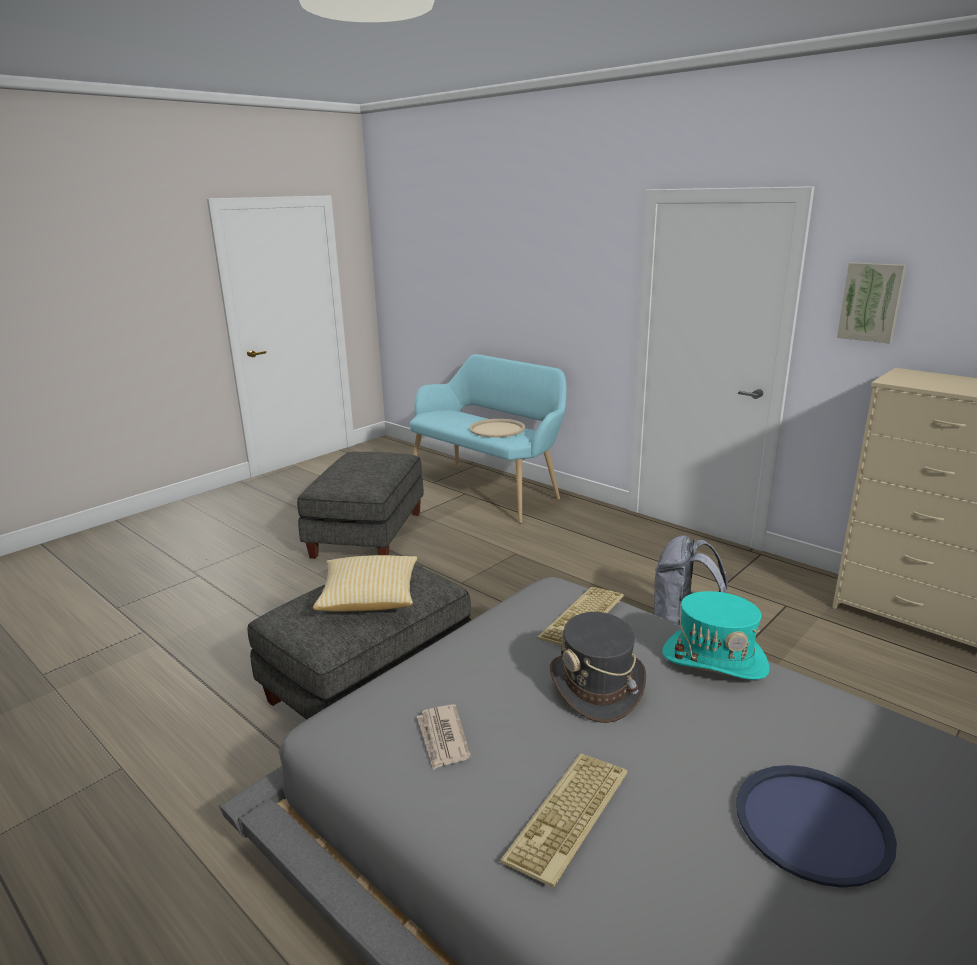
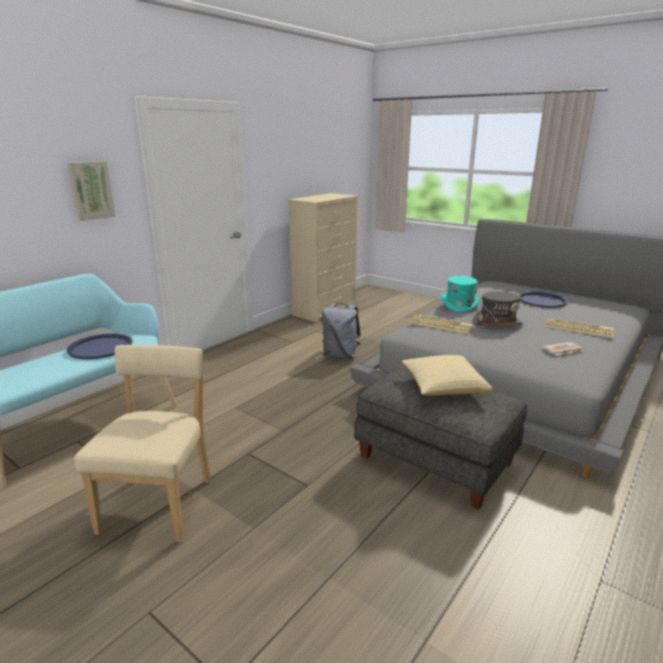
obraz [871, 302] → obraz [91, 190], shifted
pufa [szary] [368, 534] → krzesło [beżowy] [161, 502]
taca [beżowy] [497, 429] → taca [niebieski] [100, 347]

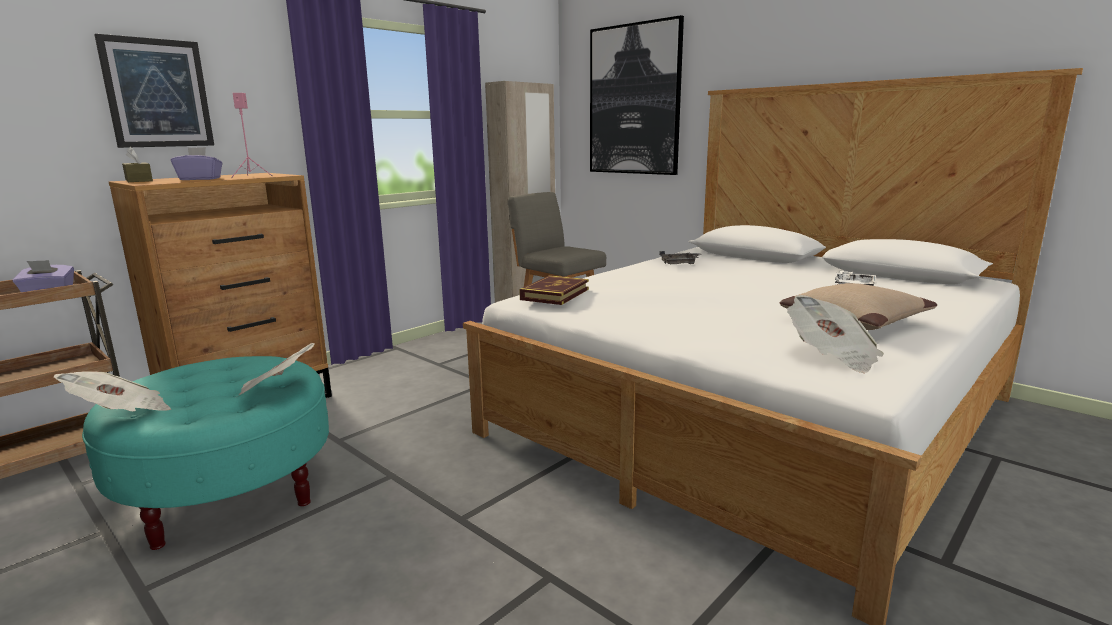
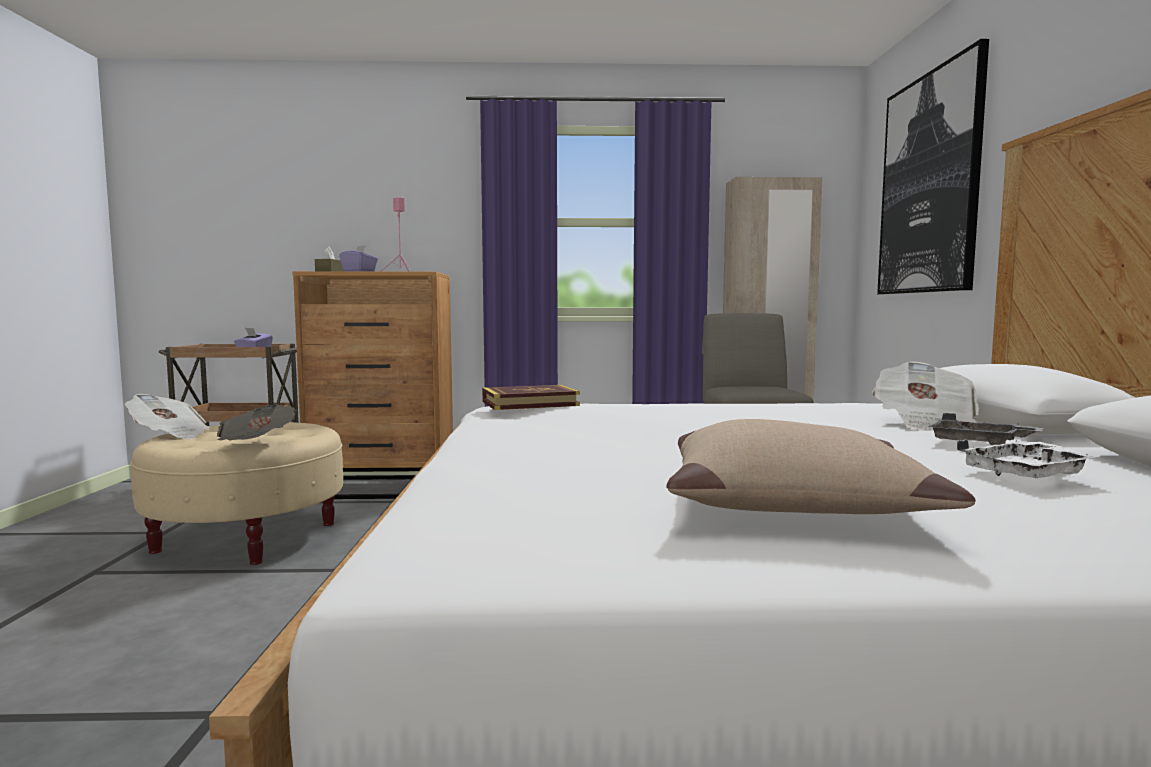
obraz [157, 93] → -
taca [szary] [680, 264] → taca [szary] [978, 443], shifted
gazeta [832, 356] → gazeta [923, 423], shifted
pufa [turkusowy] [228, 492] → pufa [beżowy] [247, 537]

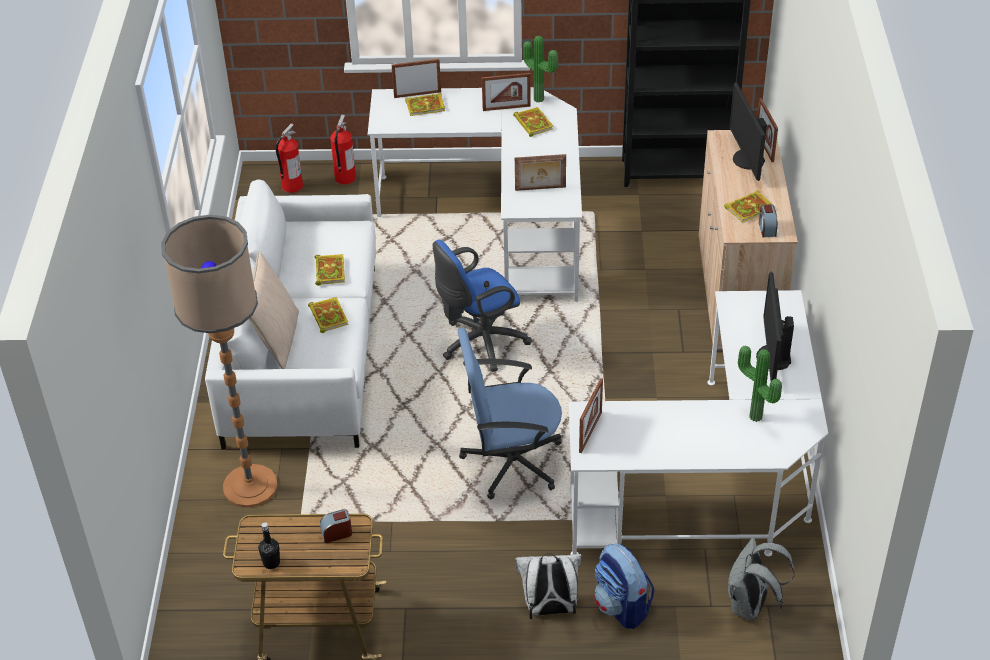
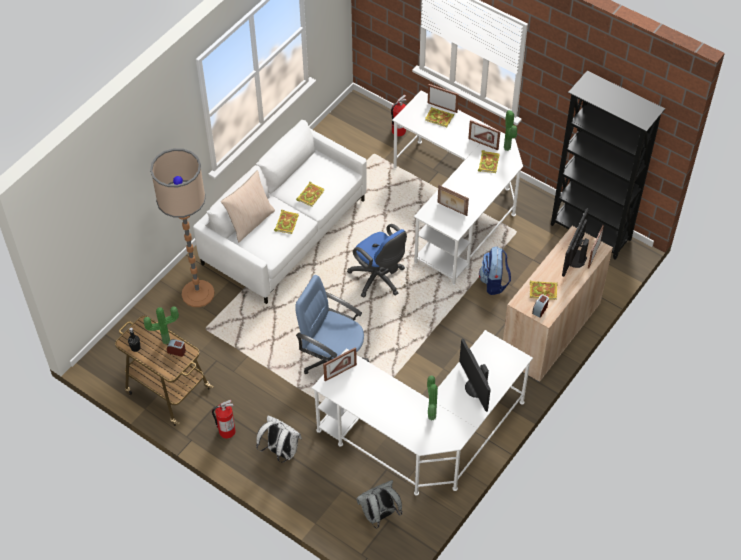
- → roślina doniczkowa [165, 340]
gaśnica [291, 186] → gaśnica [226, 431], shifted
plecak [622, 607] → plecak [494, 282], shifted
krzesło biurowe [niebieski] [479, 343] → krzesło biurowe [niebieski] [379, 279], 135 degrees counterclockwise
monitor [772, 357] → monitor [475, 388], 60 degrees counterclockwise

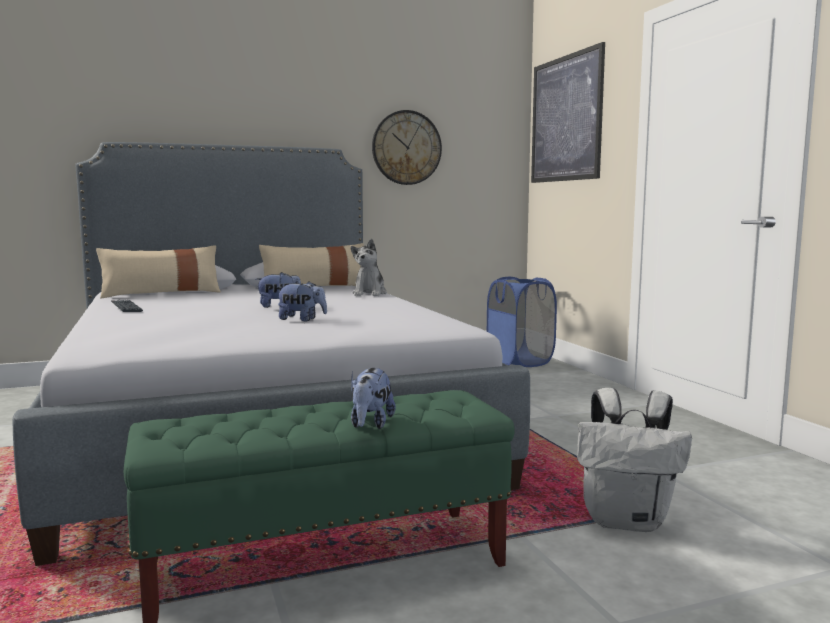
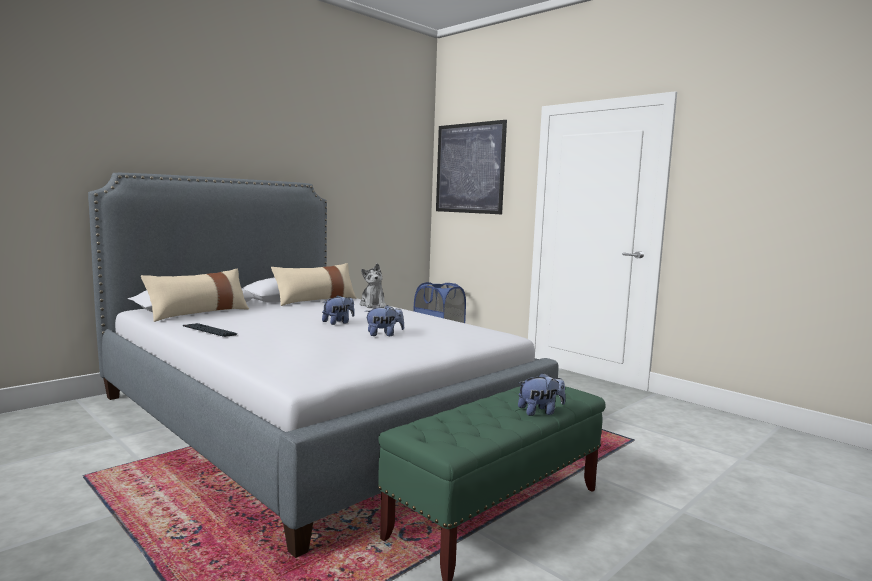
zegar ścienny [406, 148] → -
plecak [biały] [627, 521] → -
pluszak [370, 424] → pluszak [540, 412], 90 degrees counterclockwise

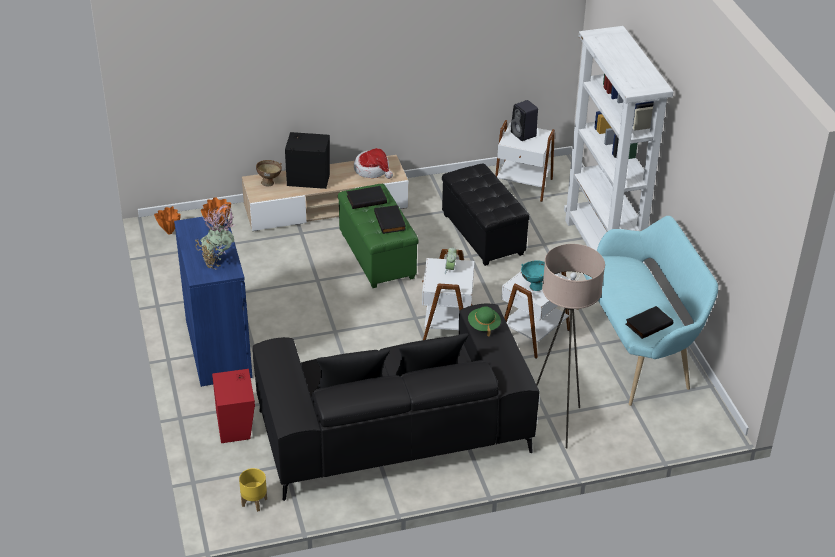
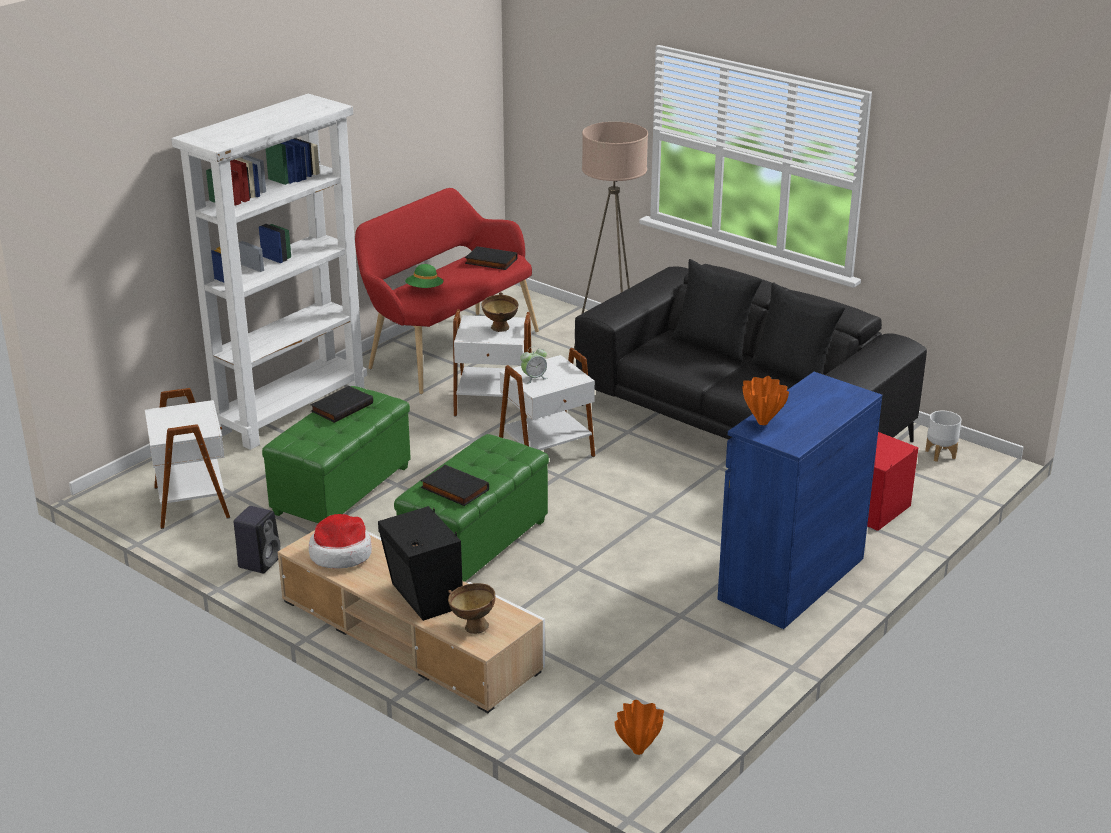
roślina doniczkowa [218, 262] → -
książka [czarny] [391, 221] → książka [czarny] [341, 407], shifted
kapelusz [zielony] [483, 325] → kapelusz [zielony] [424, 289], shifted
głośnik [czarny] [524, 135] → głośnik [czarny] [260, 561], shifted
donica [żółty] [254, 502] → donica [biały] [940, 454]
pufa [czarny] [482, 235] → pufa [zielony] [343, 491]
miska [turkusowy] [533, 286] → miska [brązowy] [500, 329]
ławka [turkusowy] [638, 348] → ławka [czerwony] [447, 348]

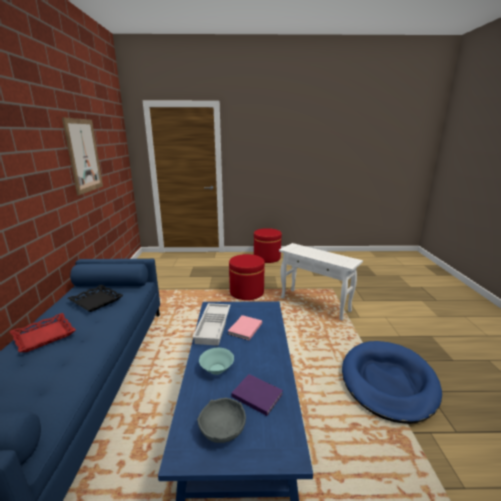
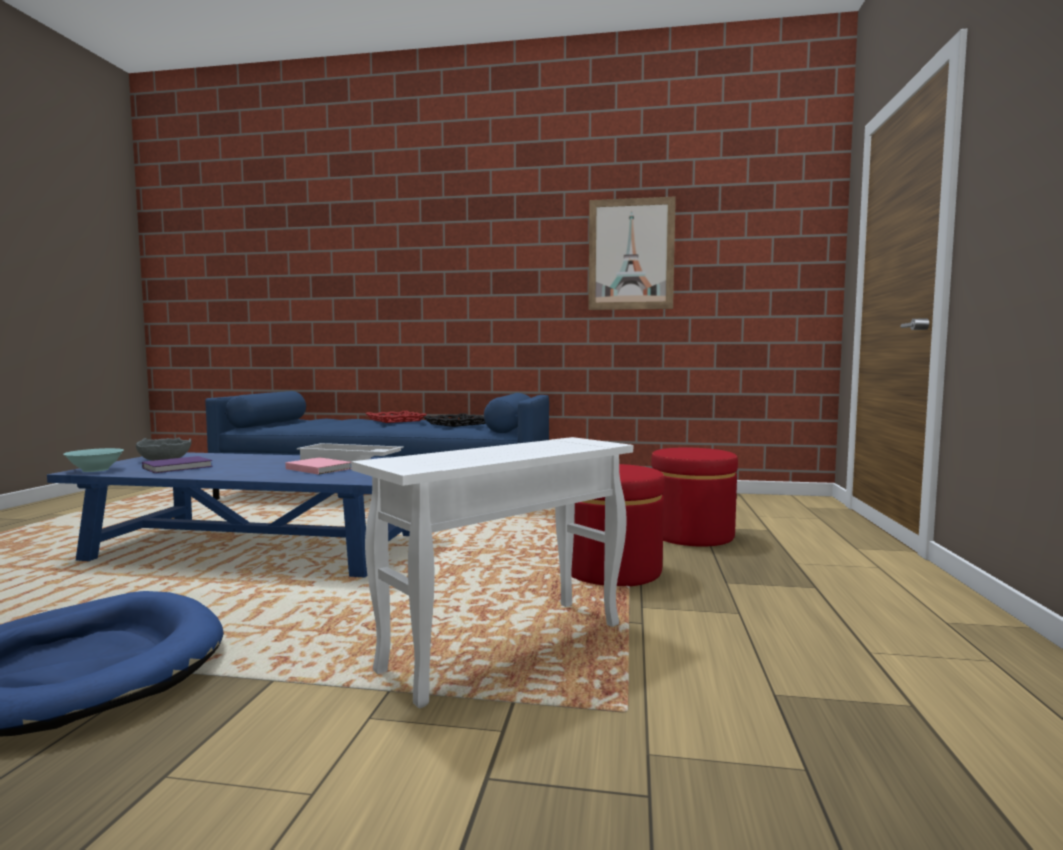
miska [turkusowy] [216, 369] → miska [turkusowy] [96, 470], shifted
pufa [czerwony] [267, 258] → pufa [czerwony] [691, 535], shifted

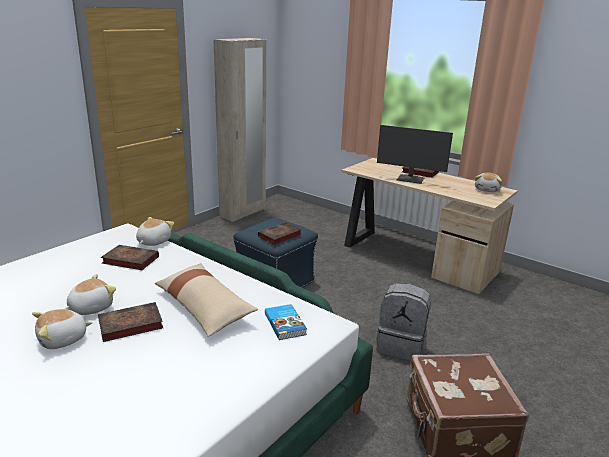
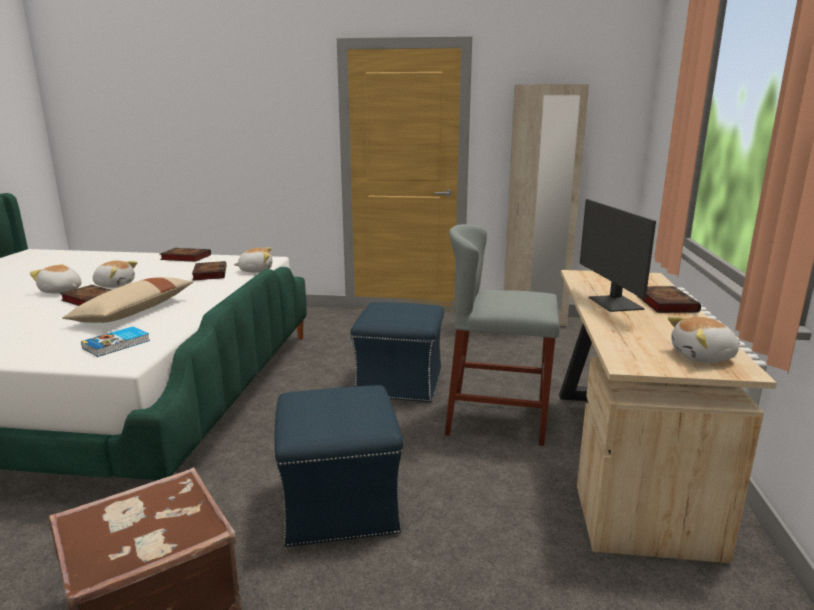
- → stołek [szary] [497, 420]
książka [279, 236] → książka [184, 257], shifted
plecak [szary] [401, 345] → pufa [niebieski] [340, 506]

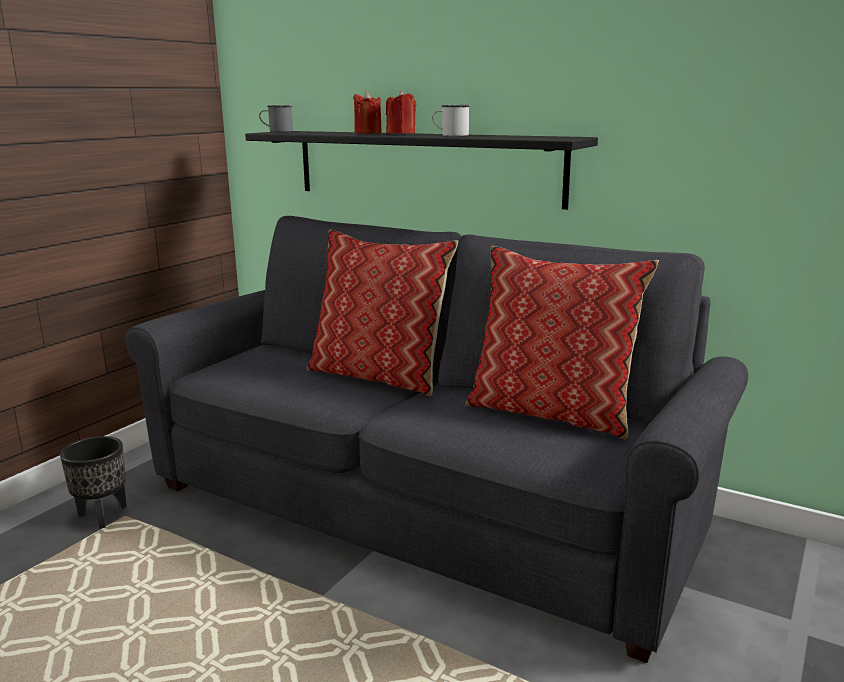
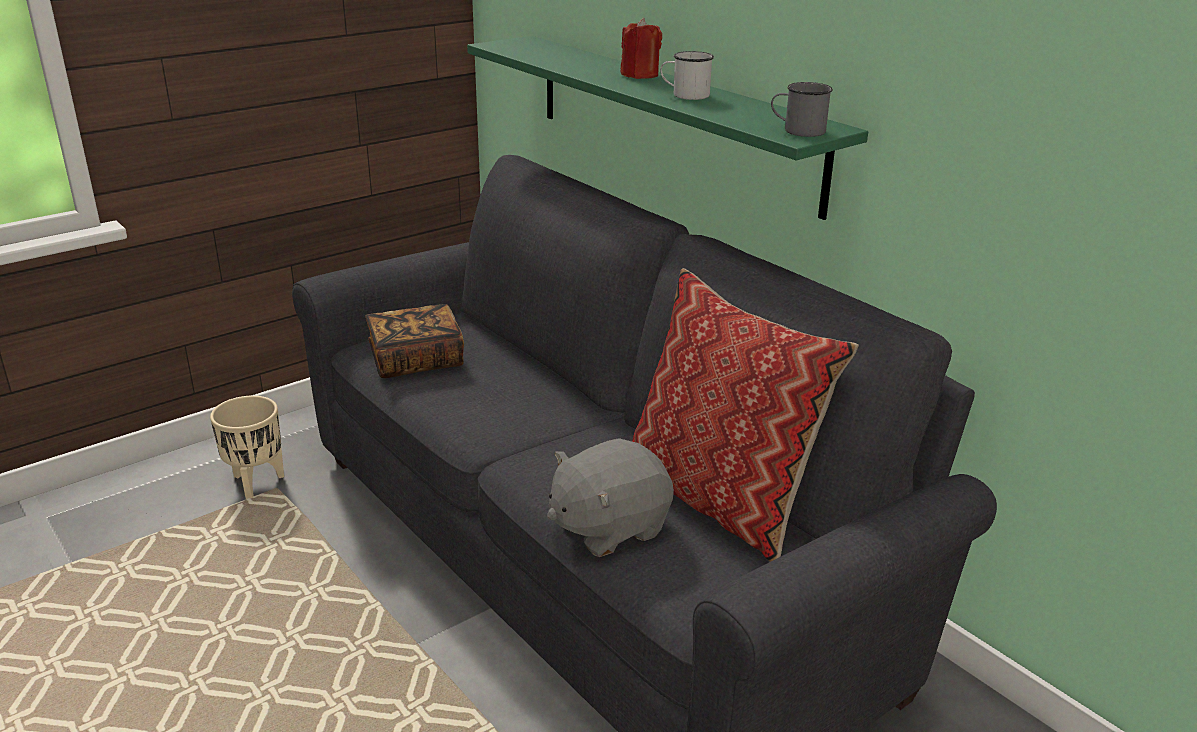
poduszka [380, 375] → -
świeca [czerwony] [368, 133] → -
- → książka [416, 360]
- → pluszak [szary] [608, 527]
kubek [szary] [277, 131] → kubek [szary] [797, 131], shifted
donica [czarny] [103, 516] → donica [beżowy] [257, 483]
półka [czarny] [423, 166] → półka [zielony] [671, 119]

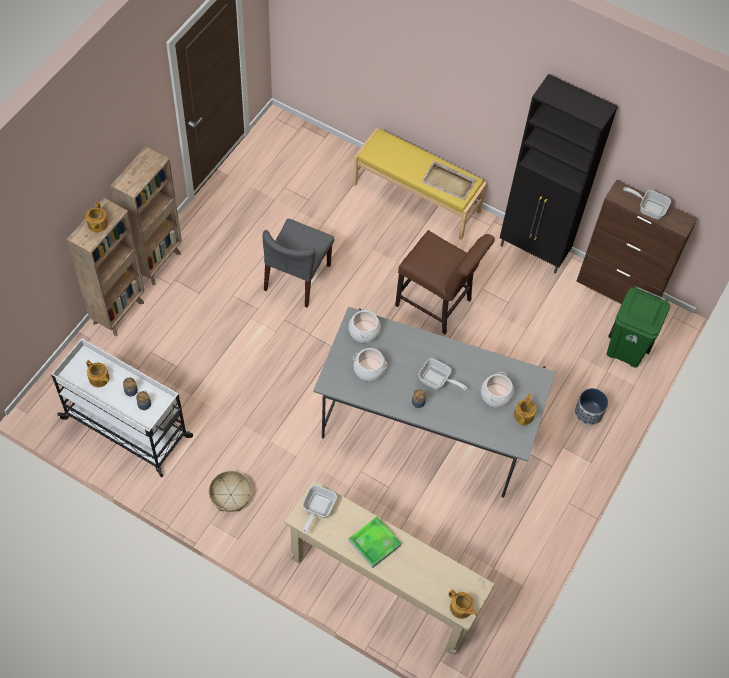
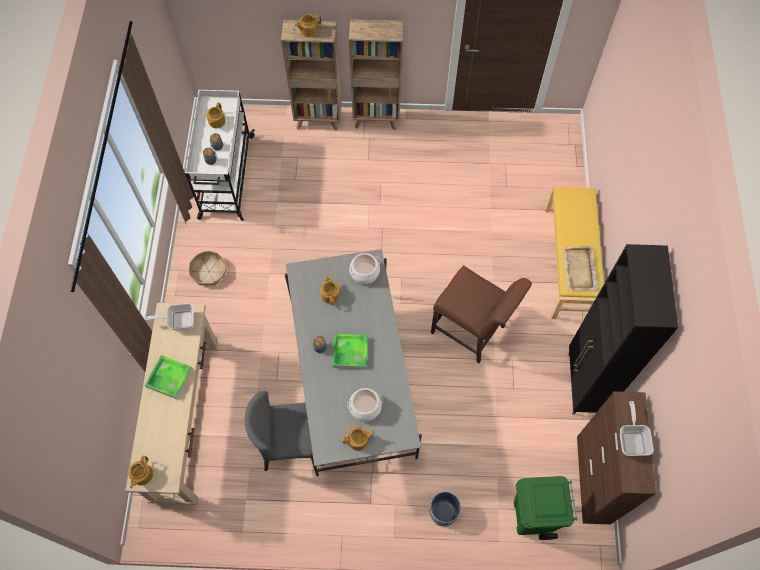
krzesło [szary] [297, 278] → krzesło [szary] [292, 443], shifted
garnek [369, 369] → imbryk [330, 294]
patelnia [437, 381] → taca [350, 352]
krzesło [brązowy] [437, 305] → krzesło [brązowy] [471, 332], 60 degrees counterclockwise

